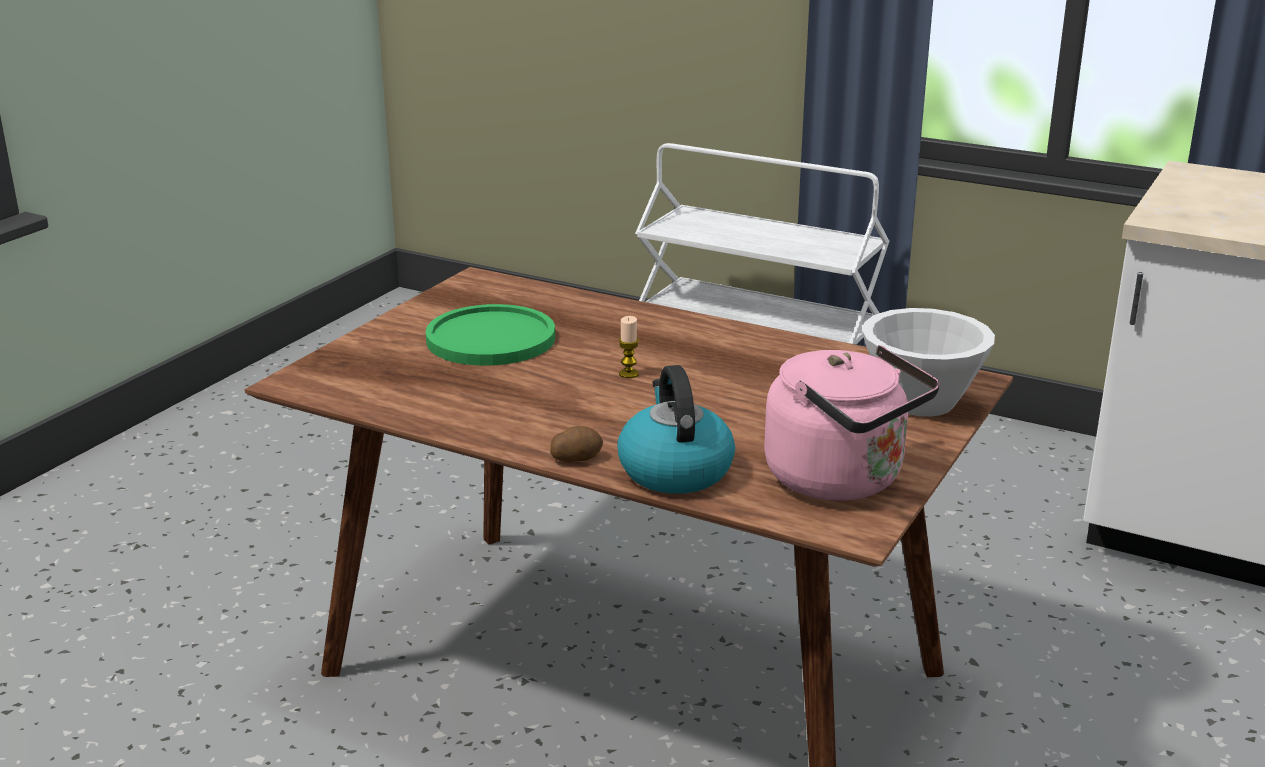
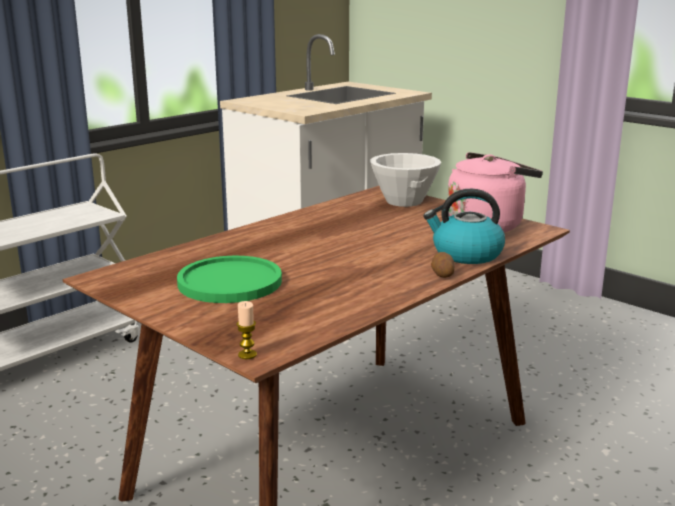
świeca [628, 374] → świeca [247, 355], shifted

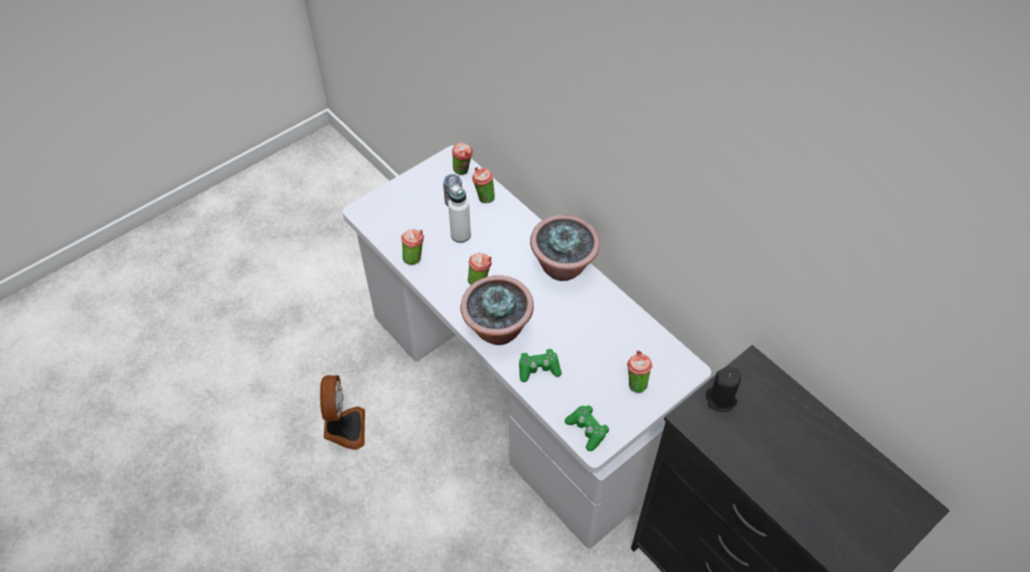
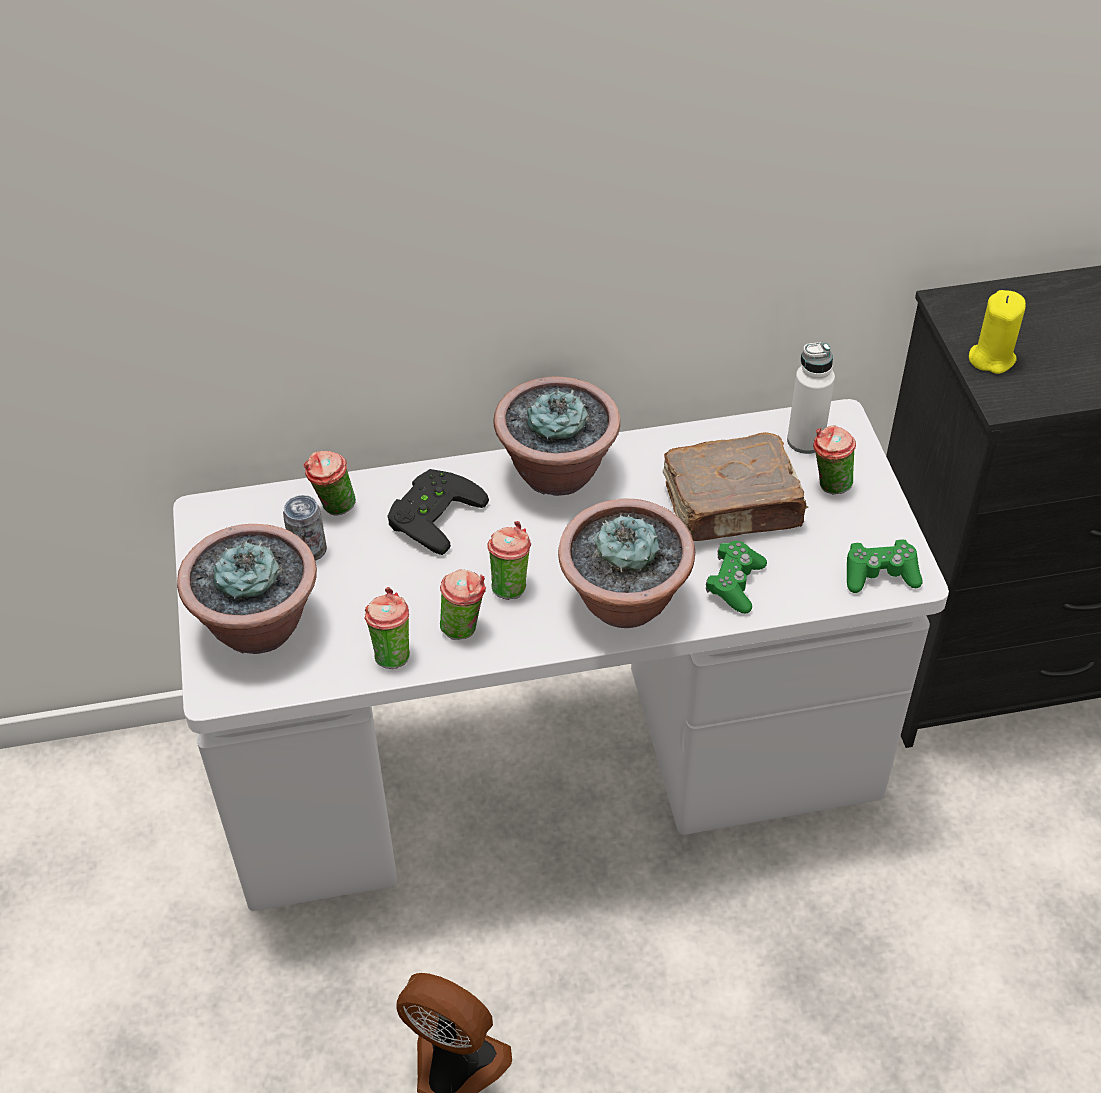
- → roślina doniczkowa [258, 625]
- → pad do gier [czarny] [431, 513]
- → książka [brązowy] [734, 506]
butelka [biały] [460, 235] → butelka [biały] [805, 441], shifted
filiżanka [463, 171] → filiżanka [465, 627], shifted
świeca [czarny] [721, 399] → świeca [żółty] [991, 358]

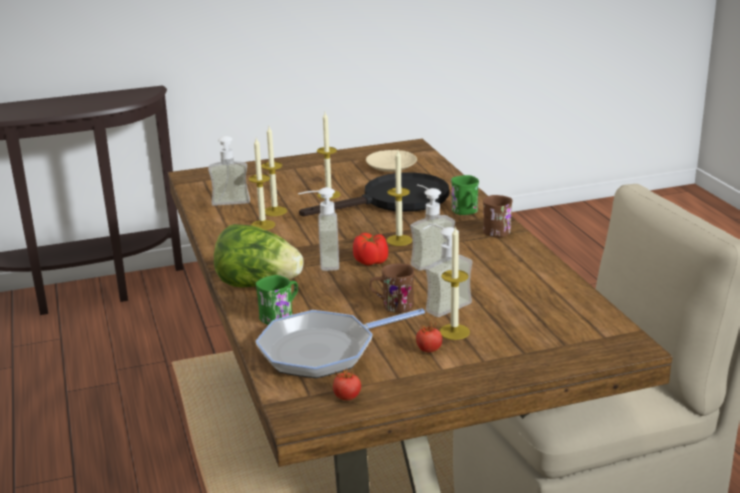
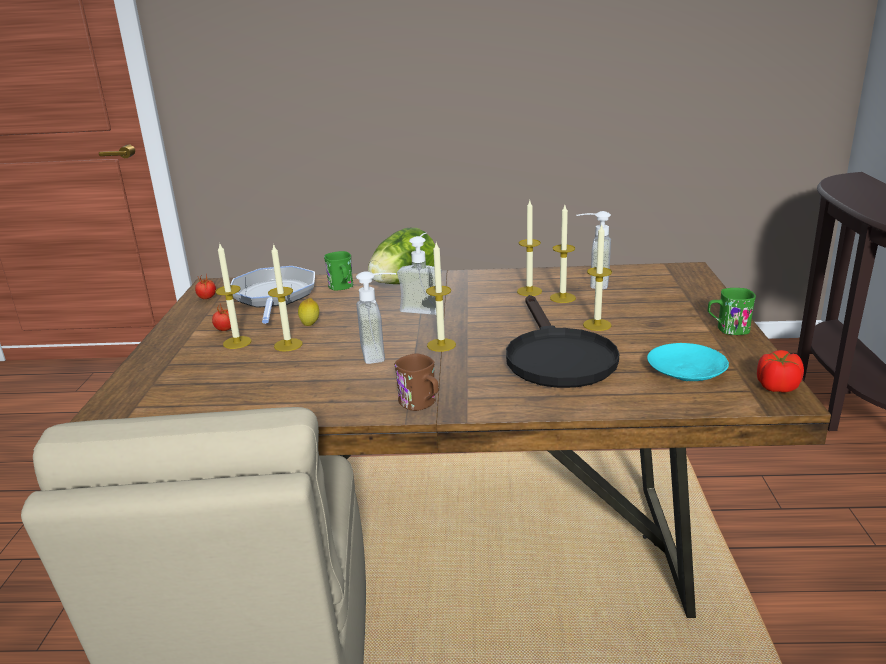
pomidor [371, 261] → pomidor [777, 387], shifted
kubek [zielony] [466, 212] → kubek [zielony] [727, 329], shifted
kubek [brązowy] [392, 305] → cytryna [310, 325]
dozownik mydła [442, 304] → świeca [288, 345]
talerz [beżowy] [391, 166] → talerz [turkusowy] [687, 371]

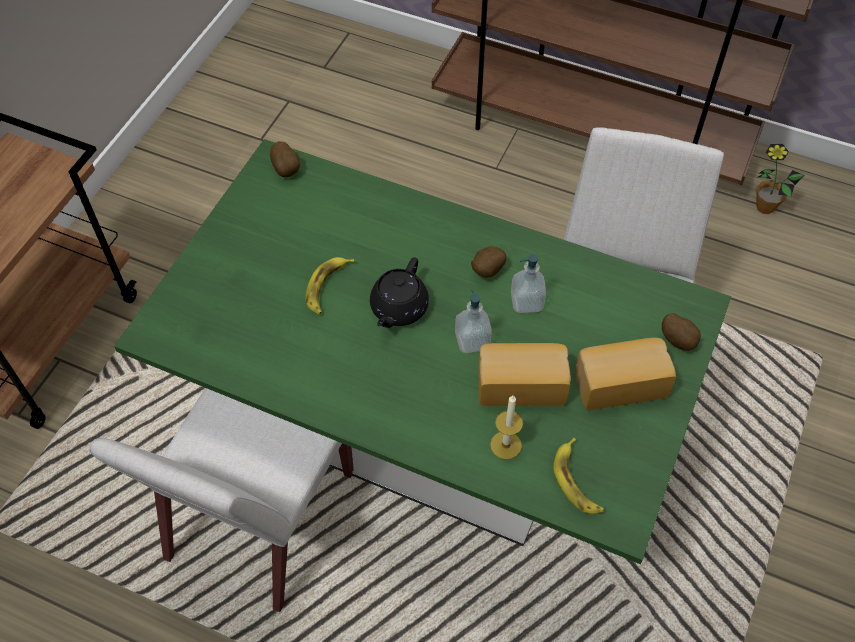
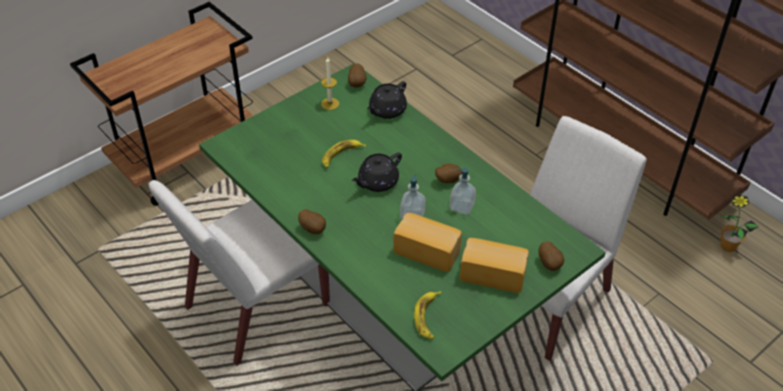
- → ziemniak [313, 229]
- → imbryk [czarny] [387, 110]
świeca [505, 445] → świeca [330, 104], shifted

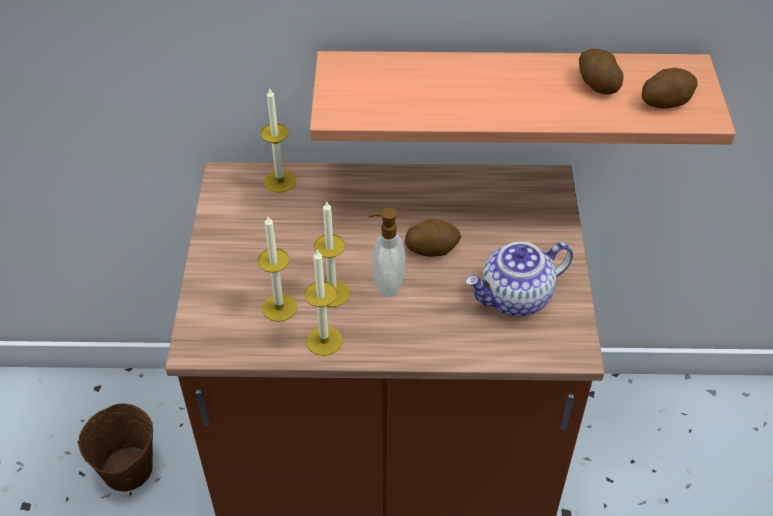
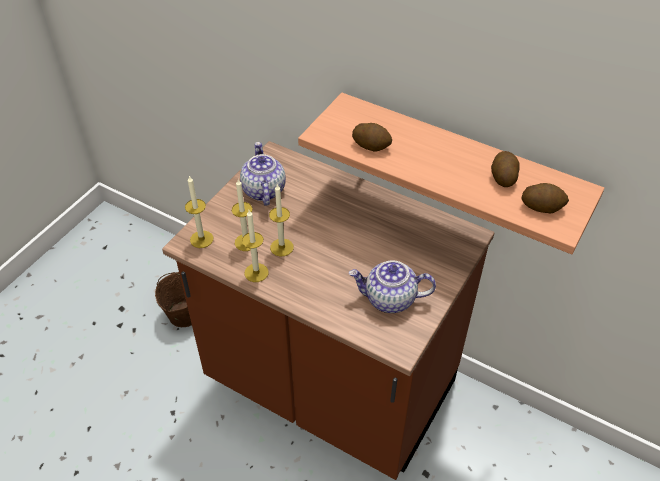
dozownik mydła [387, 284] → -
- → imbryk [263, 190]
świeca [280, 181] → świeca [201, 239], shifted
ziemniak [432, 248] → ziemniak [371, 145], shifted

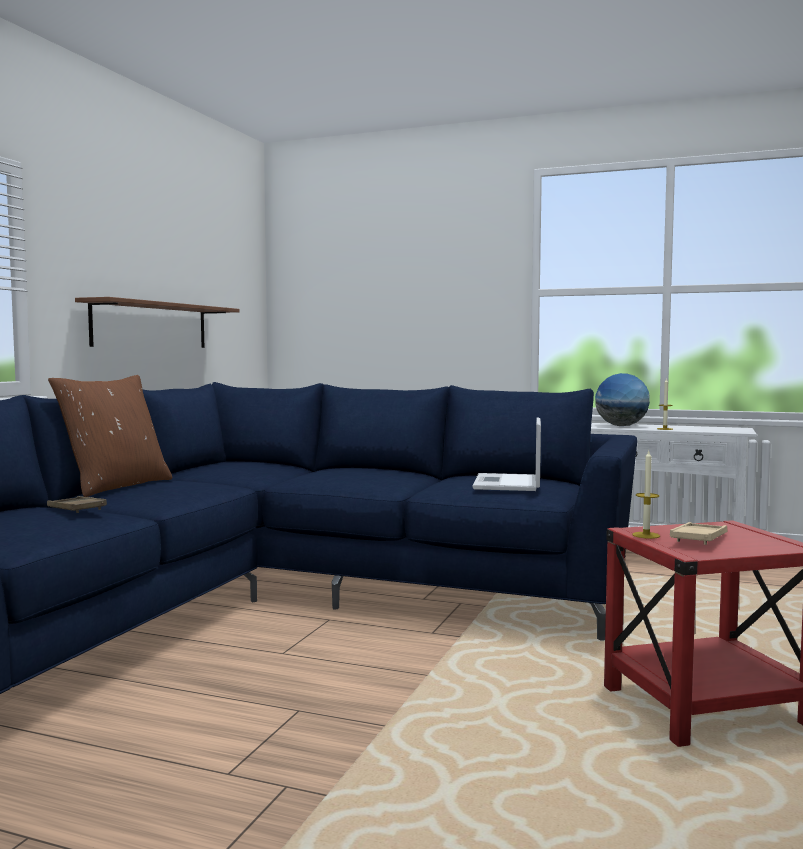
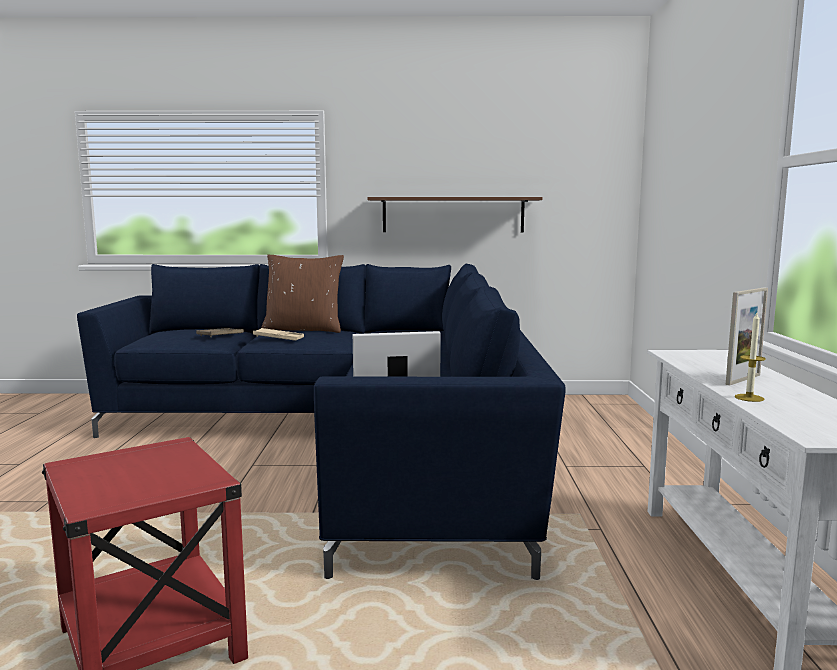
świeca [646, 535] → -
taca [beżowy] [699, 539] → taca [beżowy] [278, 338], shifted
globus [621, 426] → ramka na zdjęcie [743, 379]

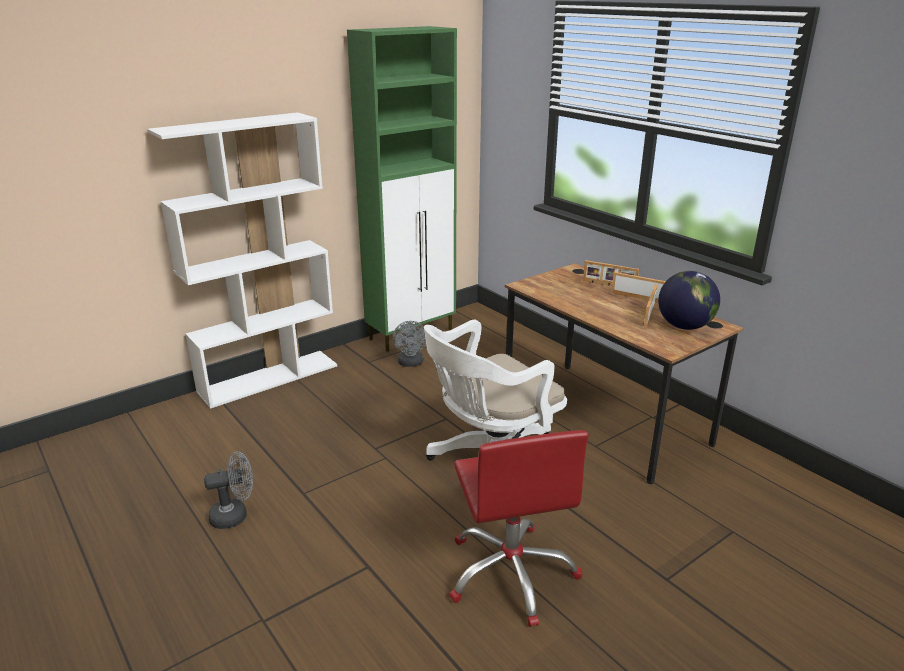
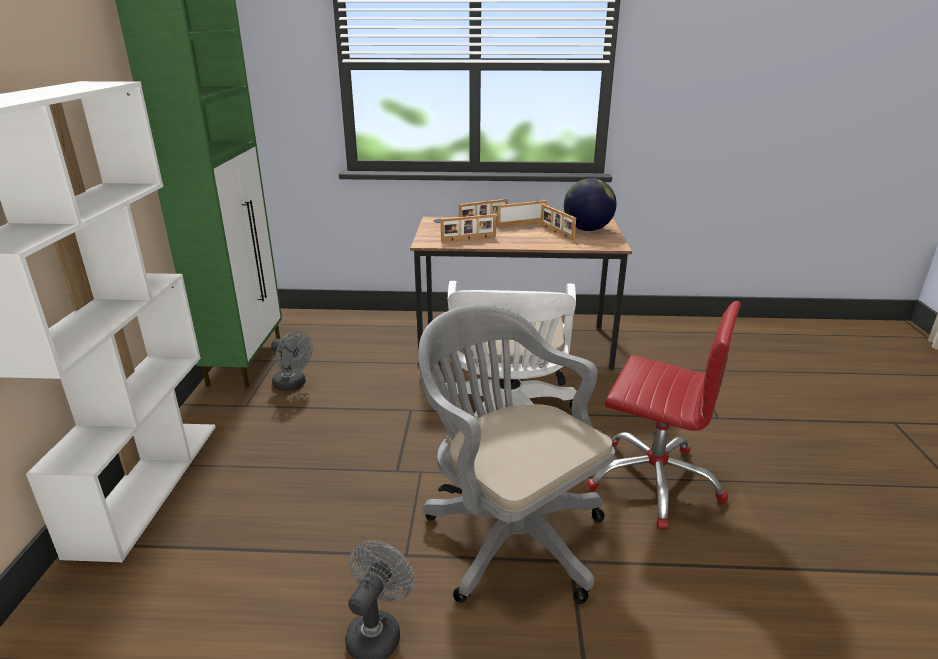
- → krzesło biurowe [szary] [508, 533]
- → ramka na zdjęcie [468, 239]

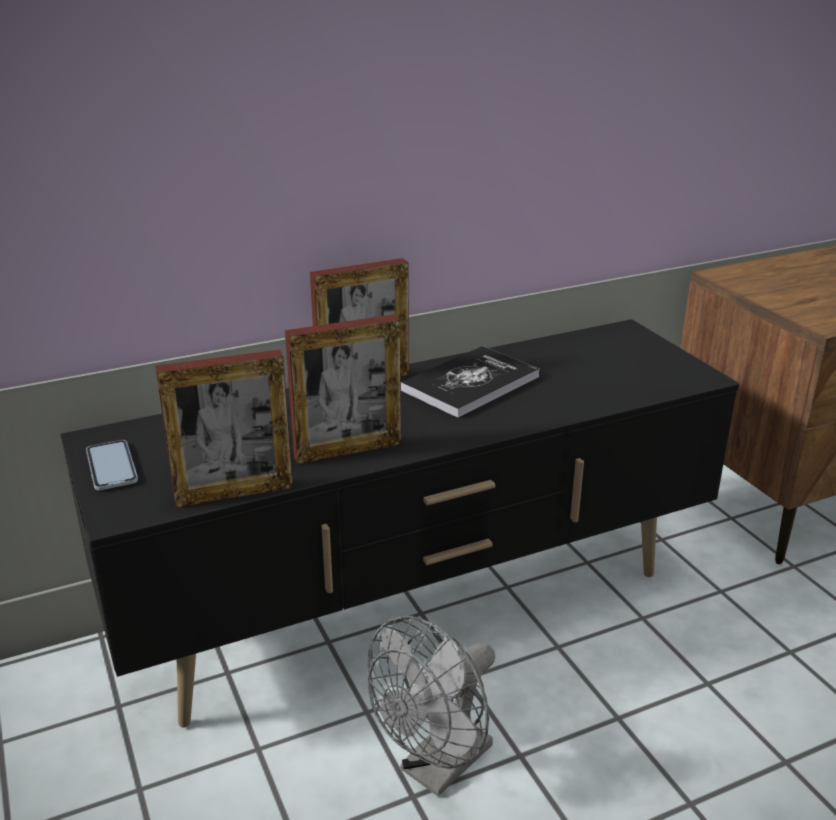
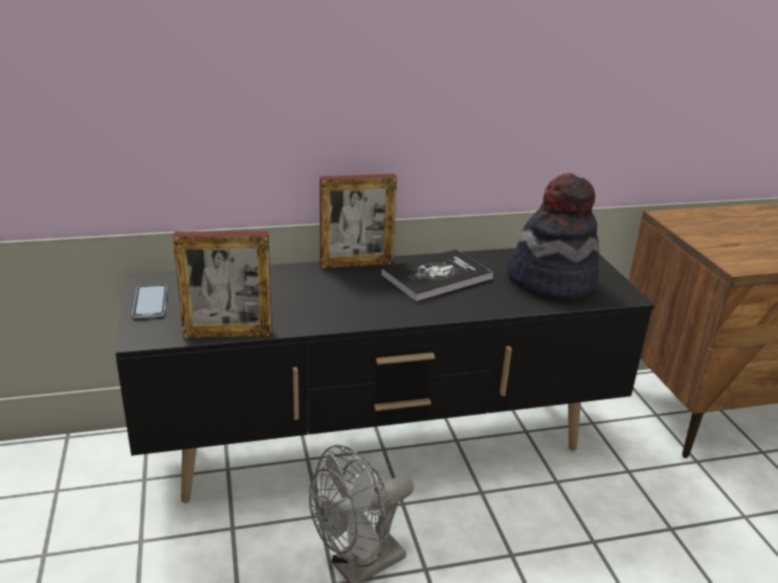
ramka na zdjęcie [348, 450] → -
- → kapelusz [551, 281]

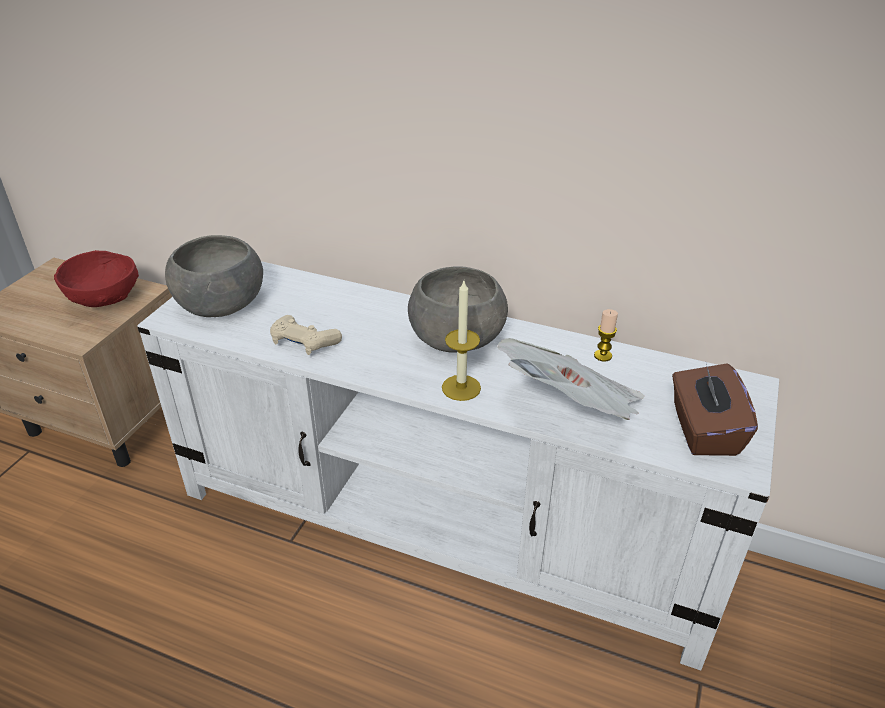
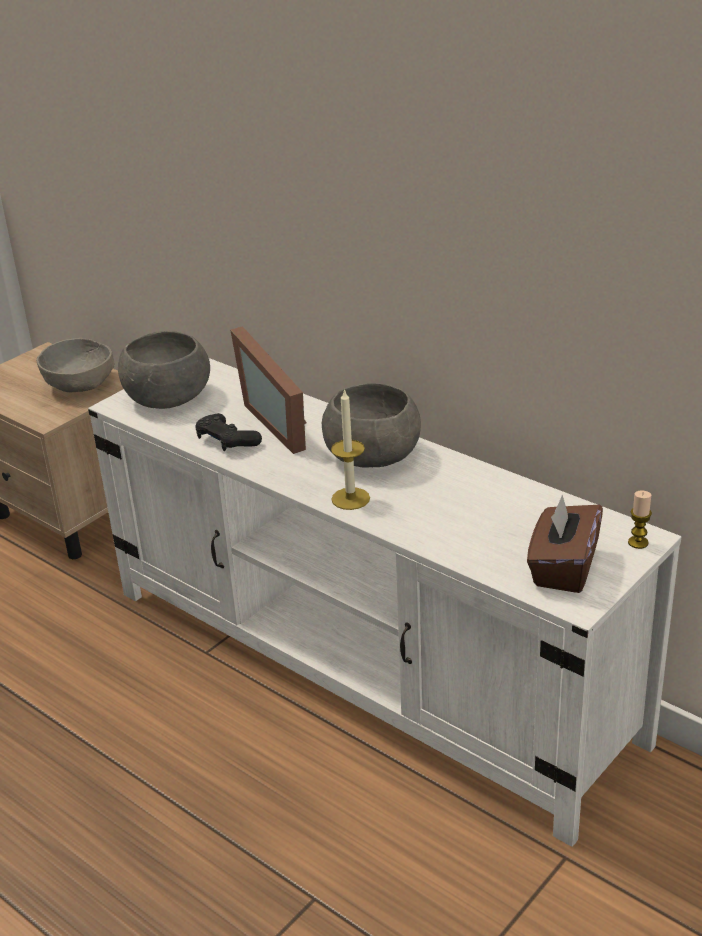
gazeta [572, 409] → -
- → ramka na zdjęcie [282, 421]
świeca [603, 356] → świeca [638, 542], shifted
miska [czerwony] [104, 297] → miska [szary] [80, 384]
pad do gier [beżowy] [304, 343] → pad do gier [czarny] [227, 441]

